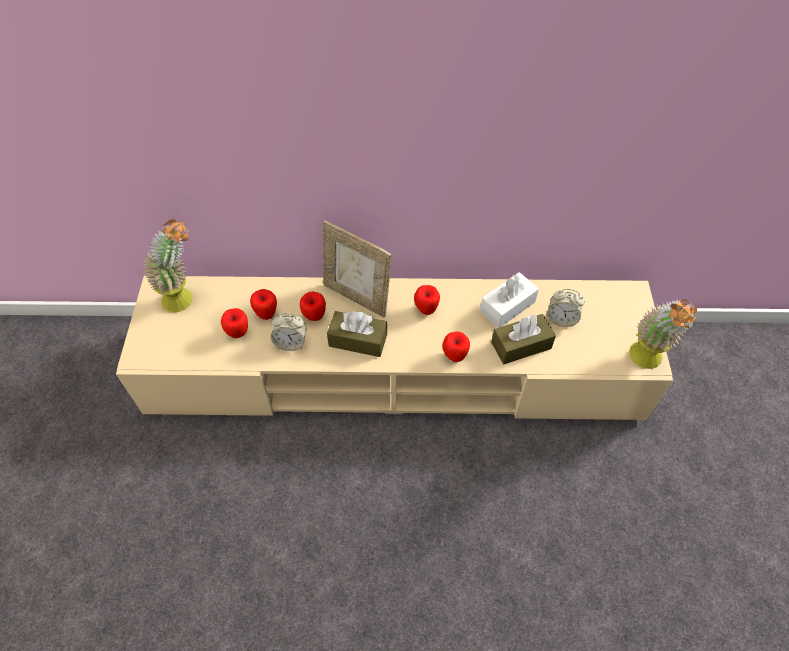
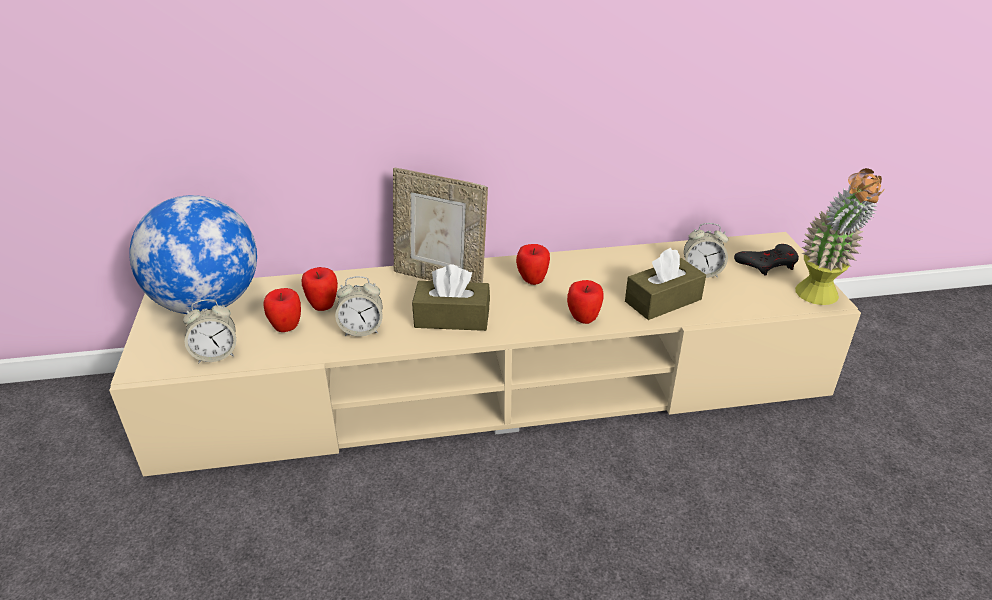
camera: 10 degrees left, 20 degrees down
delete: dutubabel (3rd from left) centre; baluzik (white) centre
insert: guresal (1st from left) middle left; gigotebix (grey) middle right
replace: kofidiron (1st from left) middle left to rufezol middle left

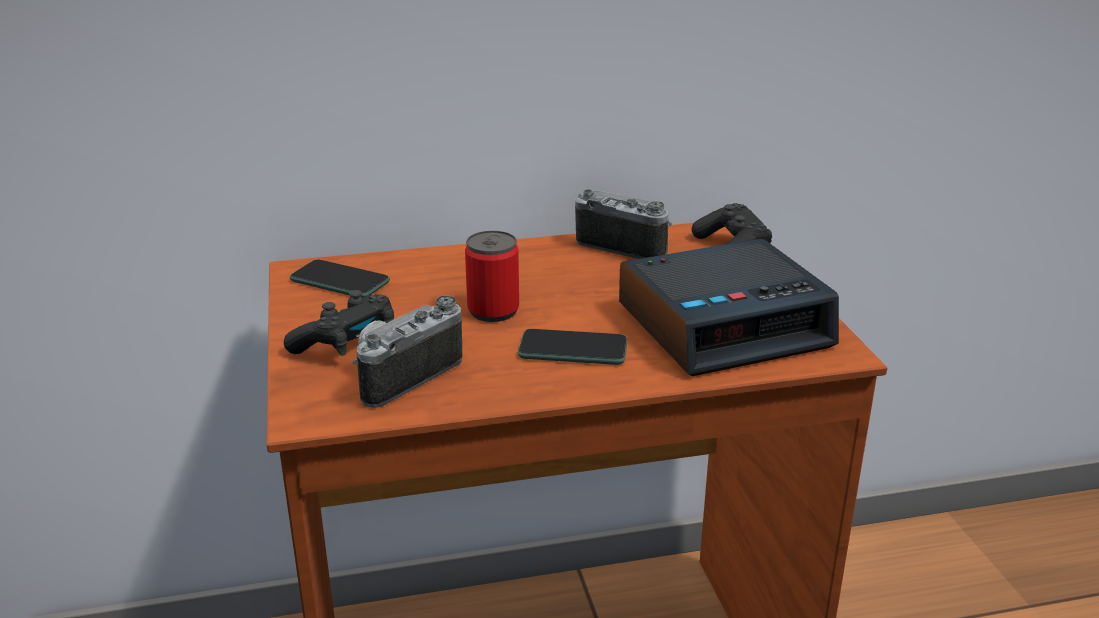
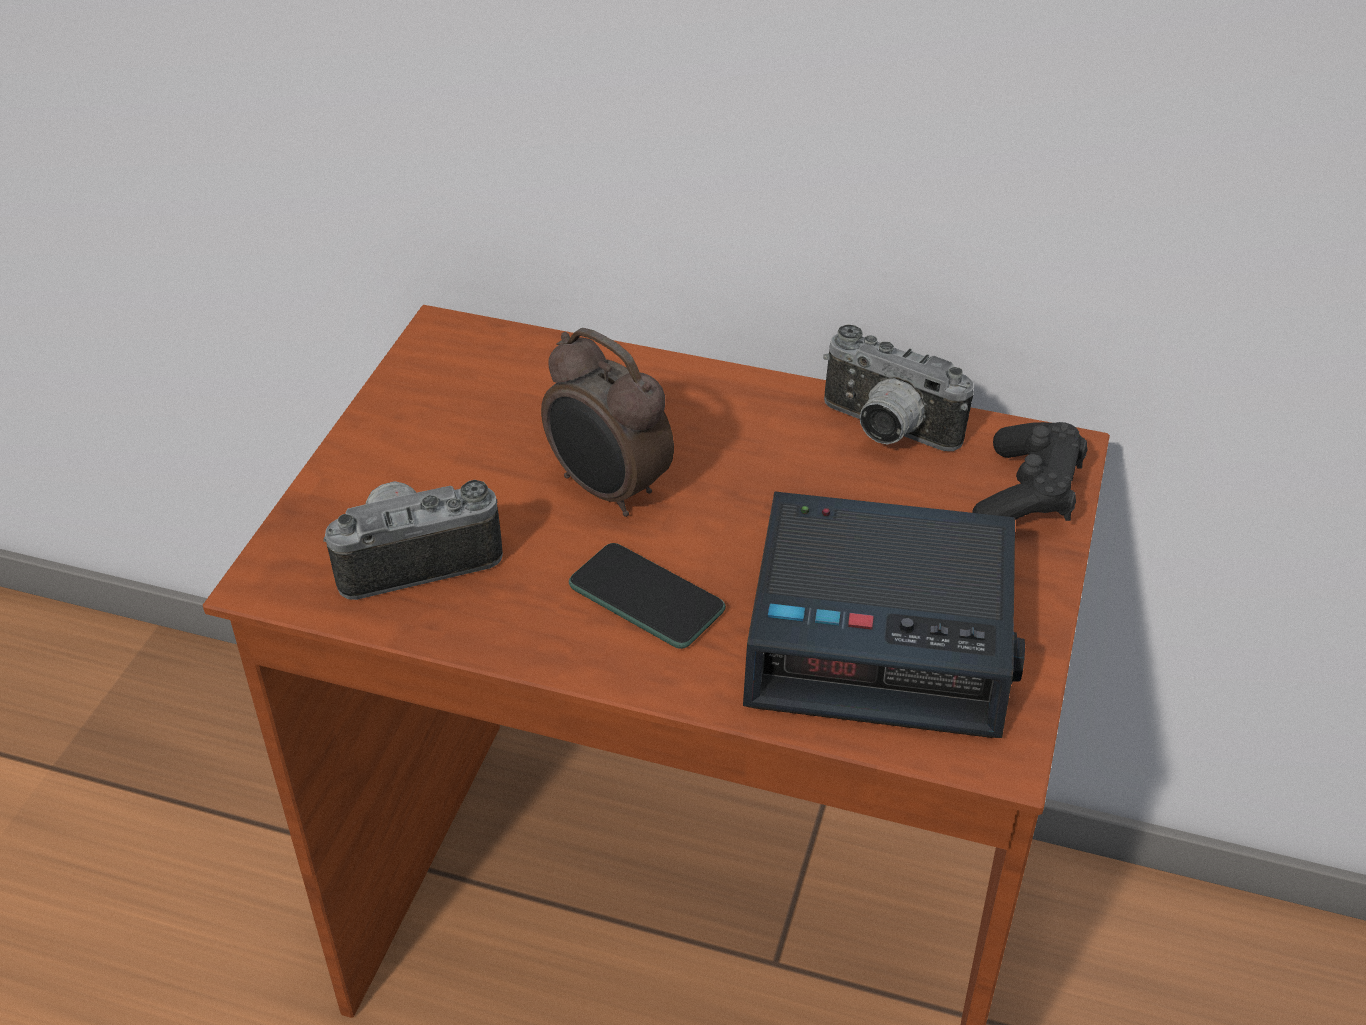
camera: 30 degrees right, 15 degrees up
delete: gigotebix (black) (1st from left) middle left; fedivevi (1st from left) middle left
replace: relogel centre to guresal (1st from left) centre
rotate: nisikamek (2nd from left) centre = centre 150 degrees clockwise

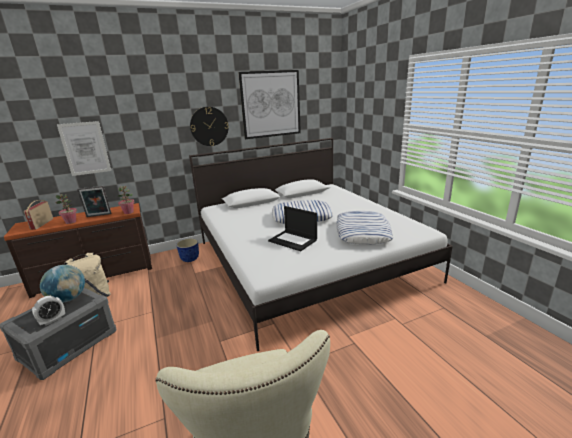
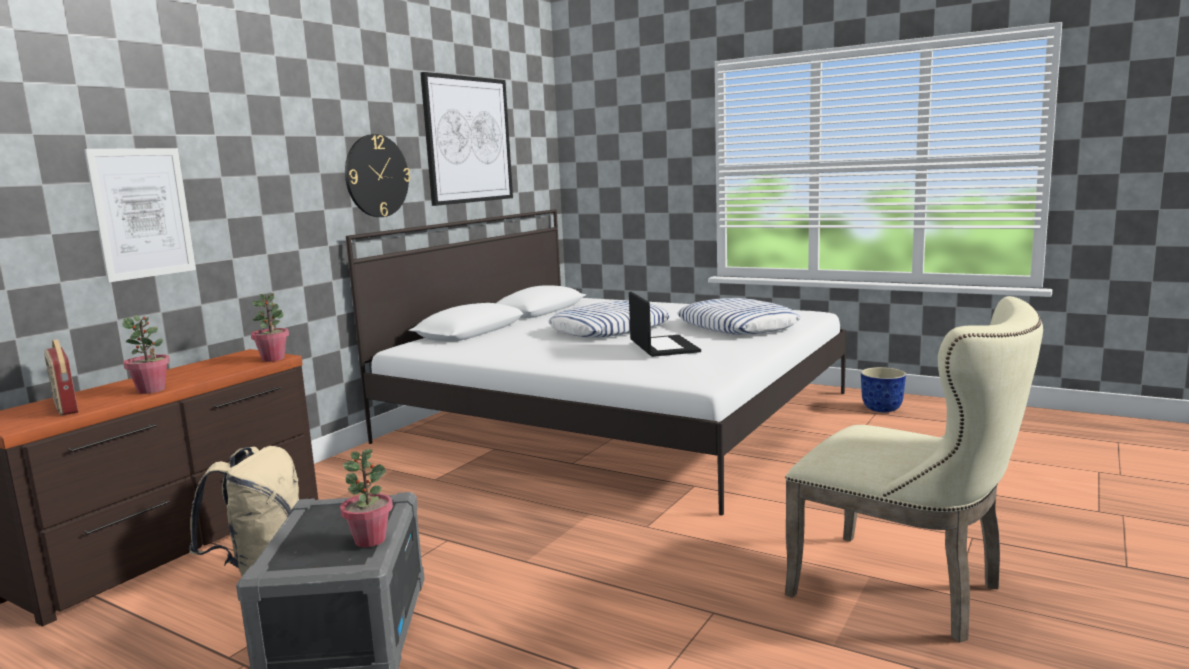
camera: 35 degrees left, 10 degrees down
delete: rufezol middle left; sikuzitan middle left
move: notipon middle left to middle right
replace: guresal bottom left to kofidiron (3rd from left) bottom left
rotate: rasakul centre = centre 105 degrees counterclockwise

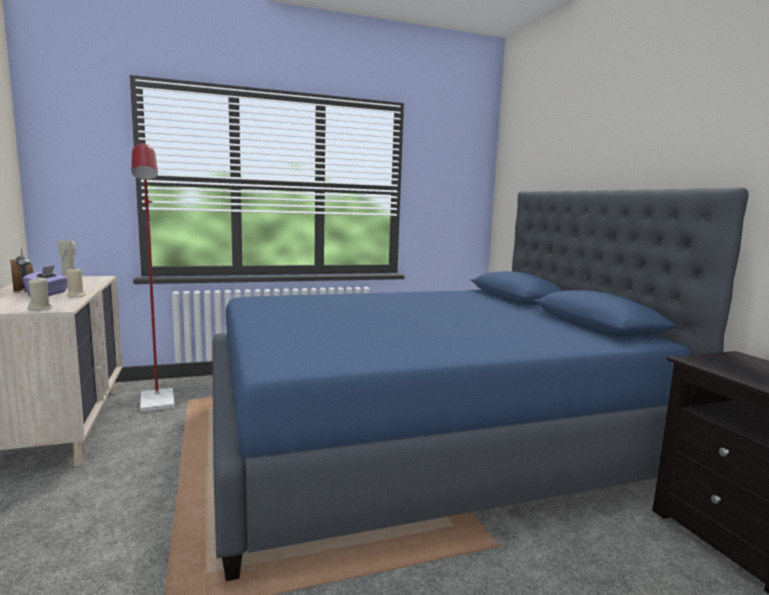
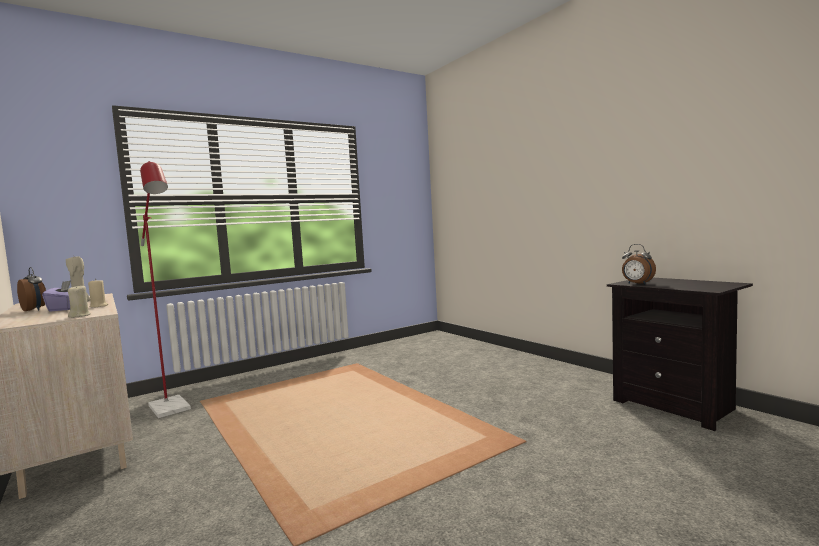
camera: 15 degrees left, 5 degrees down
delete: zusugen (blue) centre
insert: guresal (2nd from left) middle right

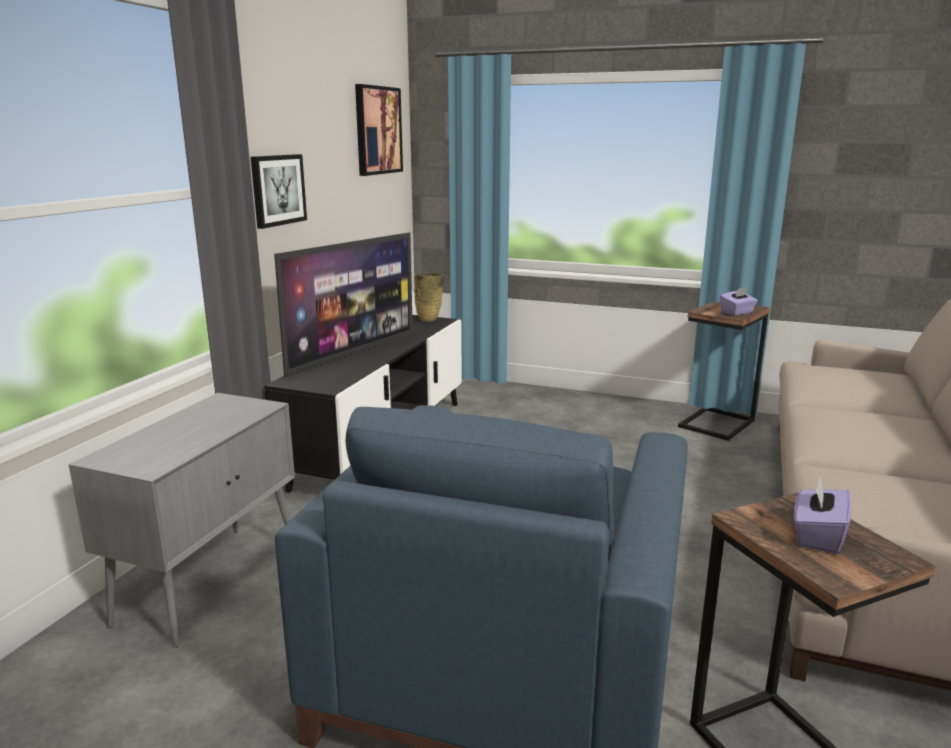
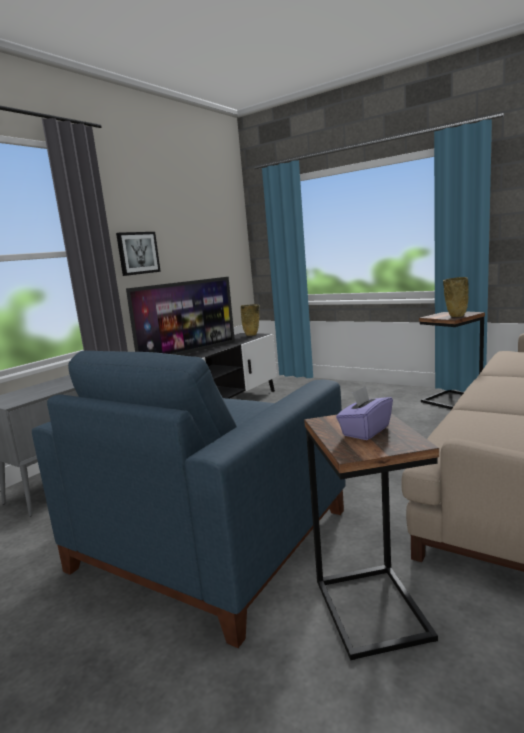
camera: 15 degrees right, 5 degrees down
delete: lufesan (2nd from left) top centre
replace: baluzik (purple) (1st from left) middle right to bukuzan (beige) (2nd from left) middle right

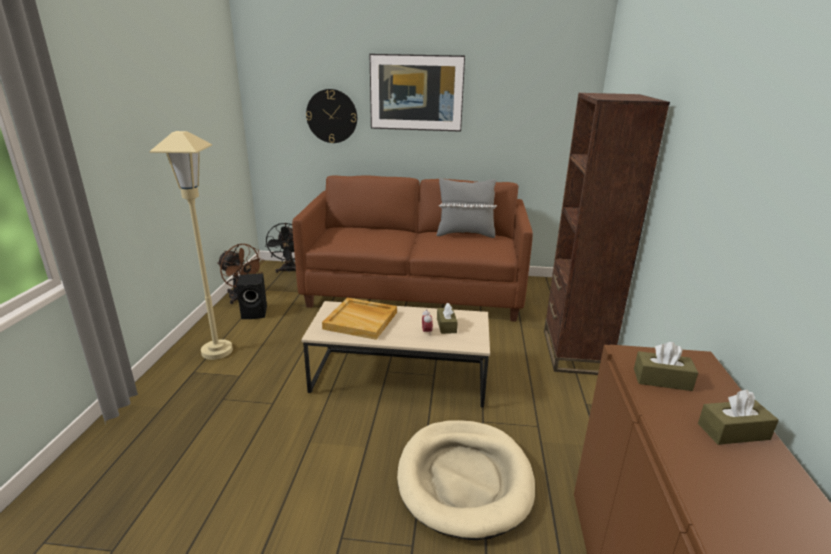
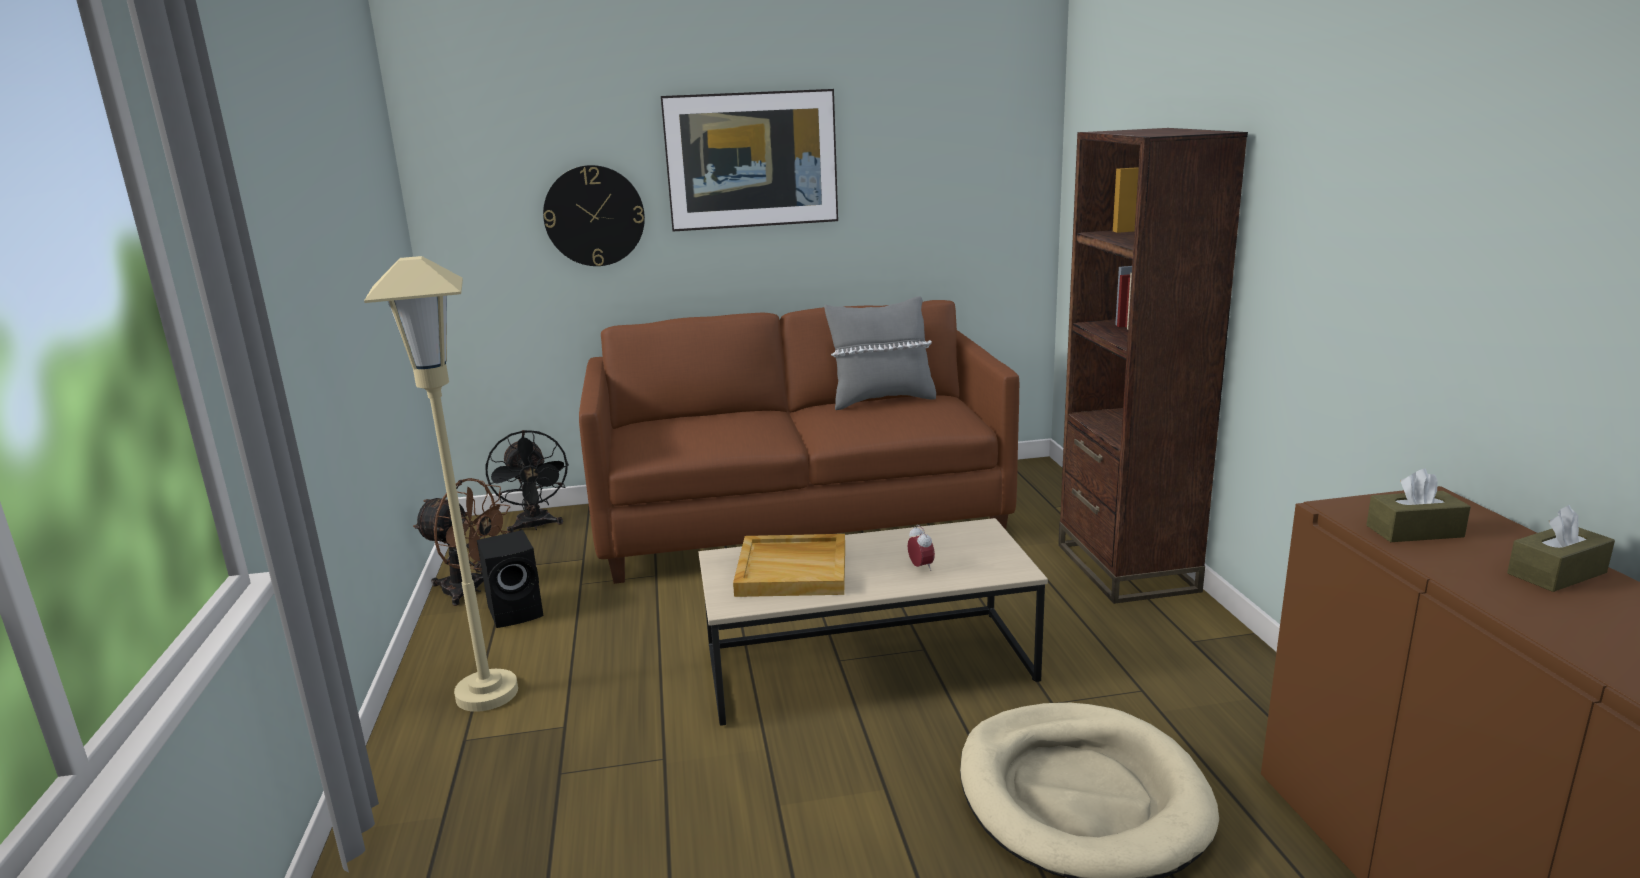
camera: 15 degrees left, 5 degrees down
delete: baluzik (brown) (1st from left) centre

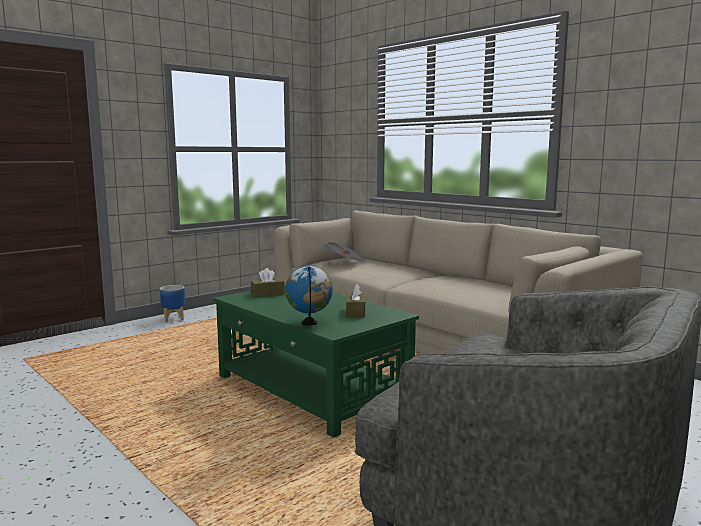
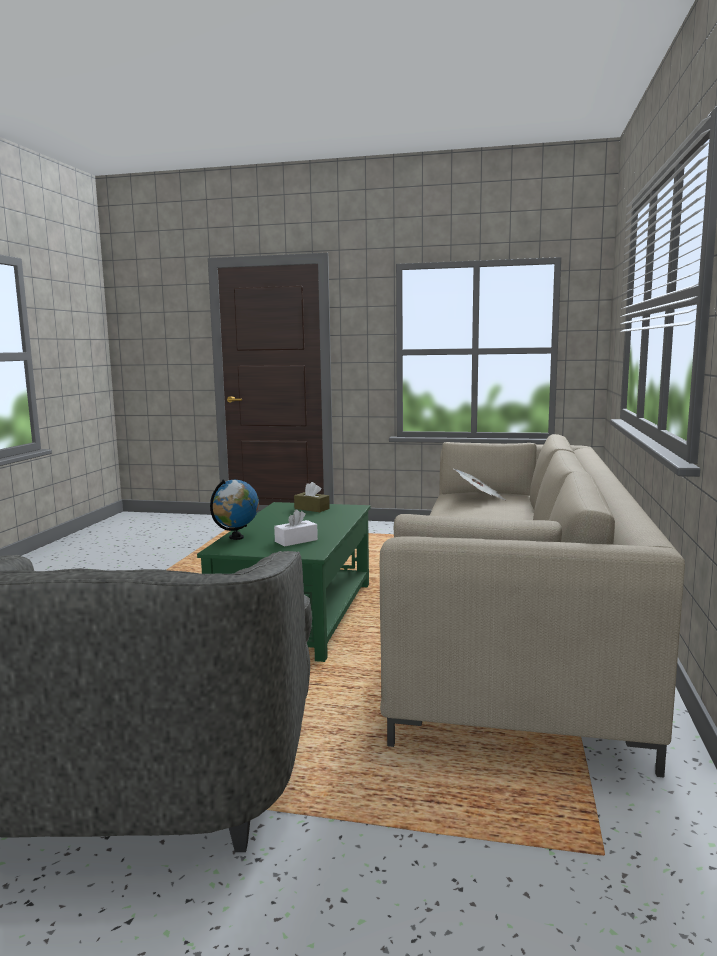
camera: 55 degrees right, 0 degrees up
delete: notipon middle left
recolor: baluzik (brown) (2nd from left) centre to baluzik (white) centre

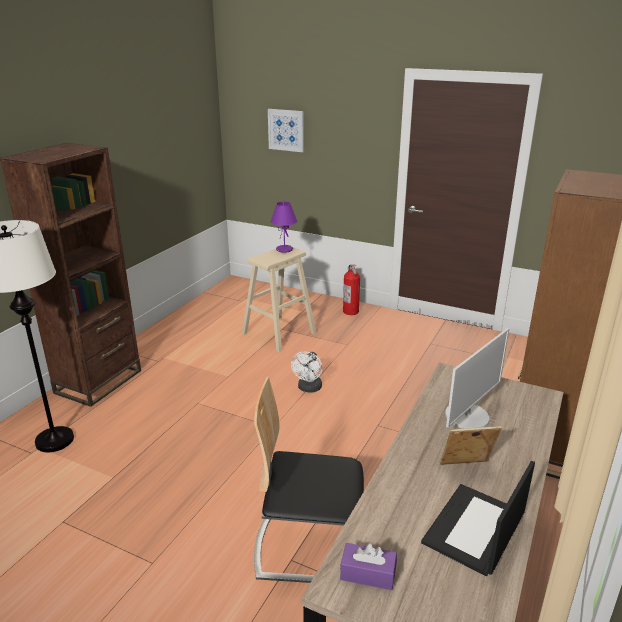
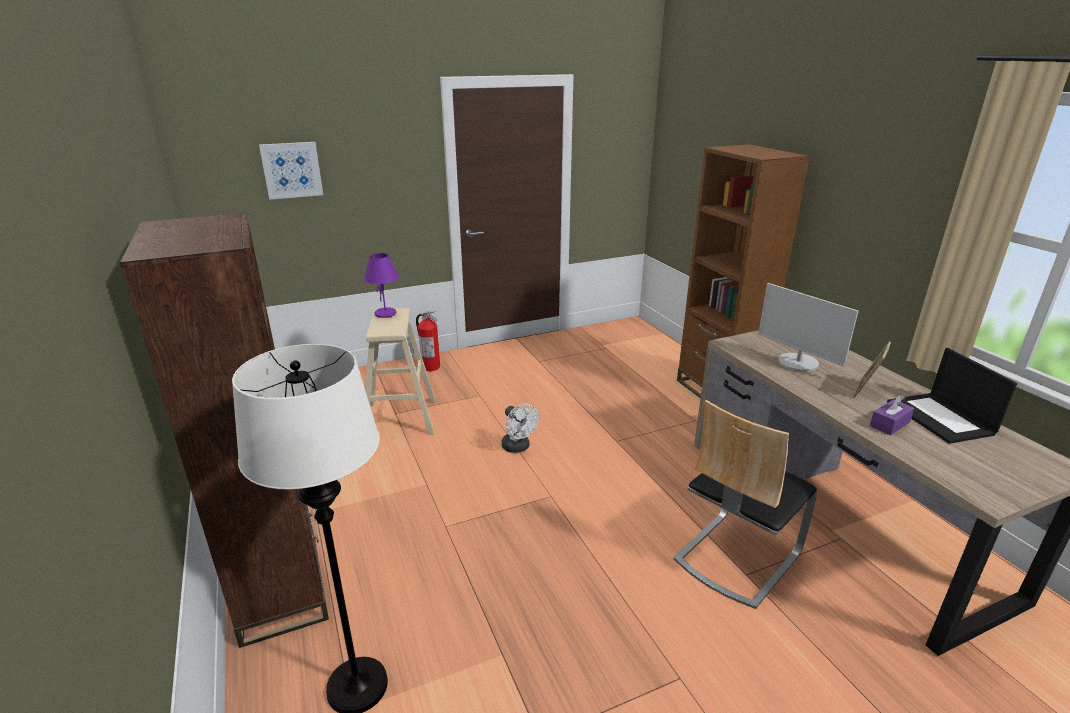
camera: 50 degrees left, 0 degrees up
move: baluzik (purple) bottom centre to middle right
rotate: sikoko middle right = middle right 150 degrees clockwise

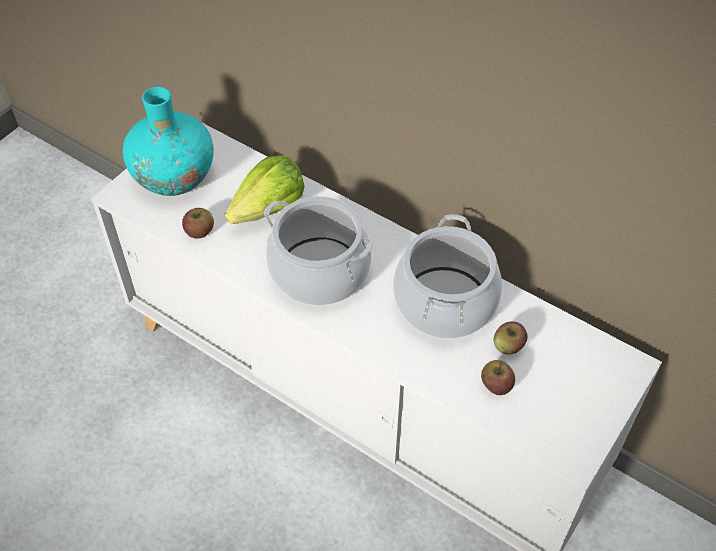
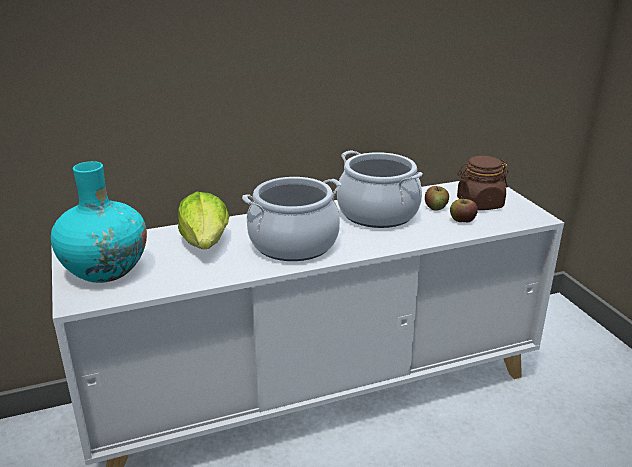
camera: 55 degrees left, 25 degrees down
delete: dutubabel (1st from left) middle left
insert: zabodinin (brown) middle right

